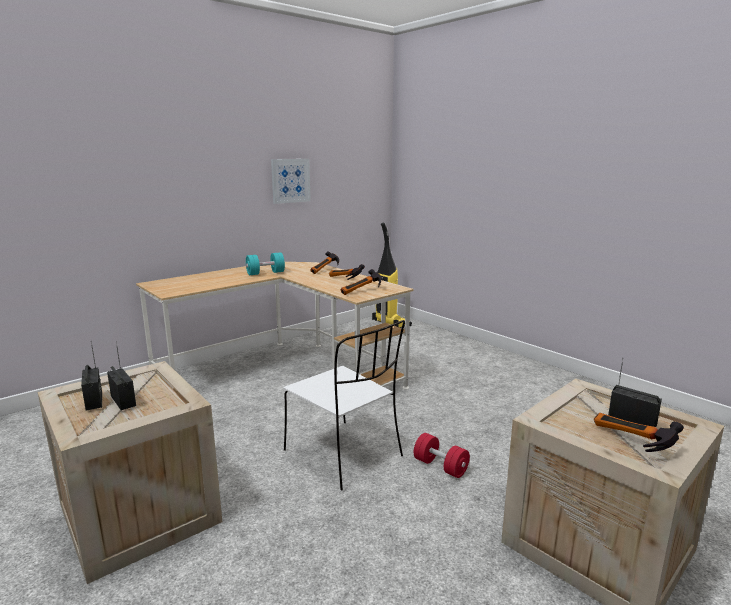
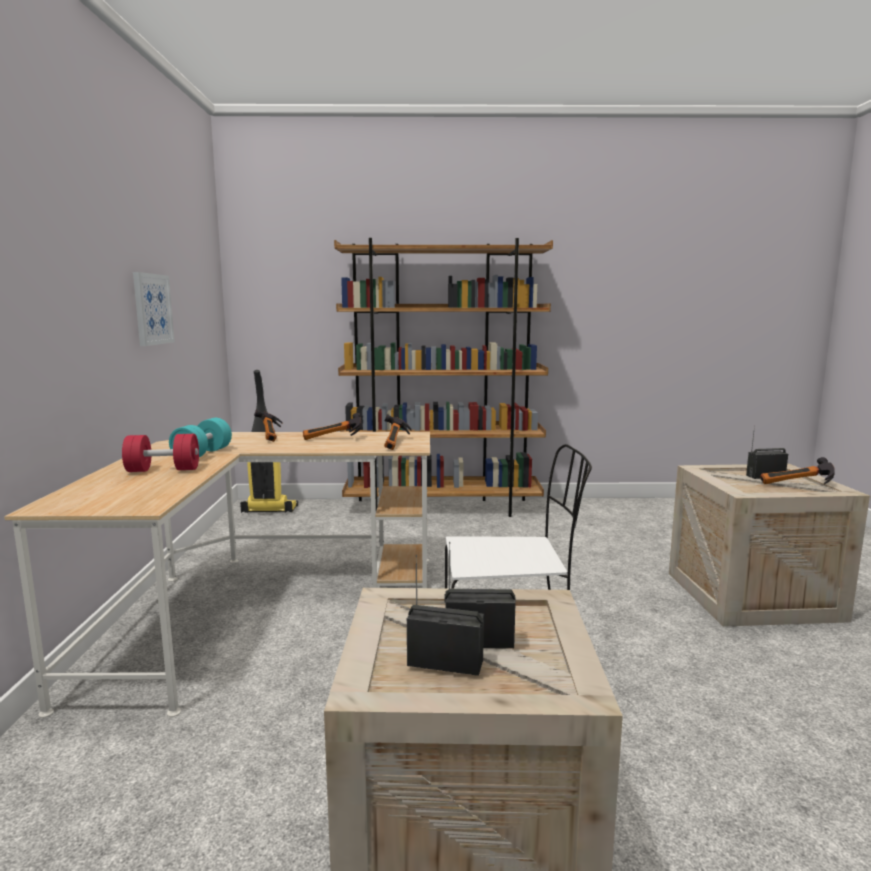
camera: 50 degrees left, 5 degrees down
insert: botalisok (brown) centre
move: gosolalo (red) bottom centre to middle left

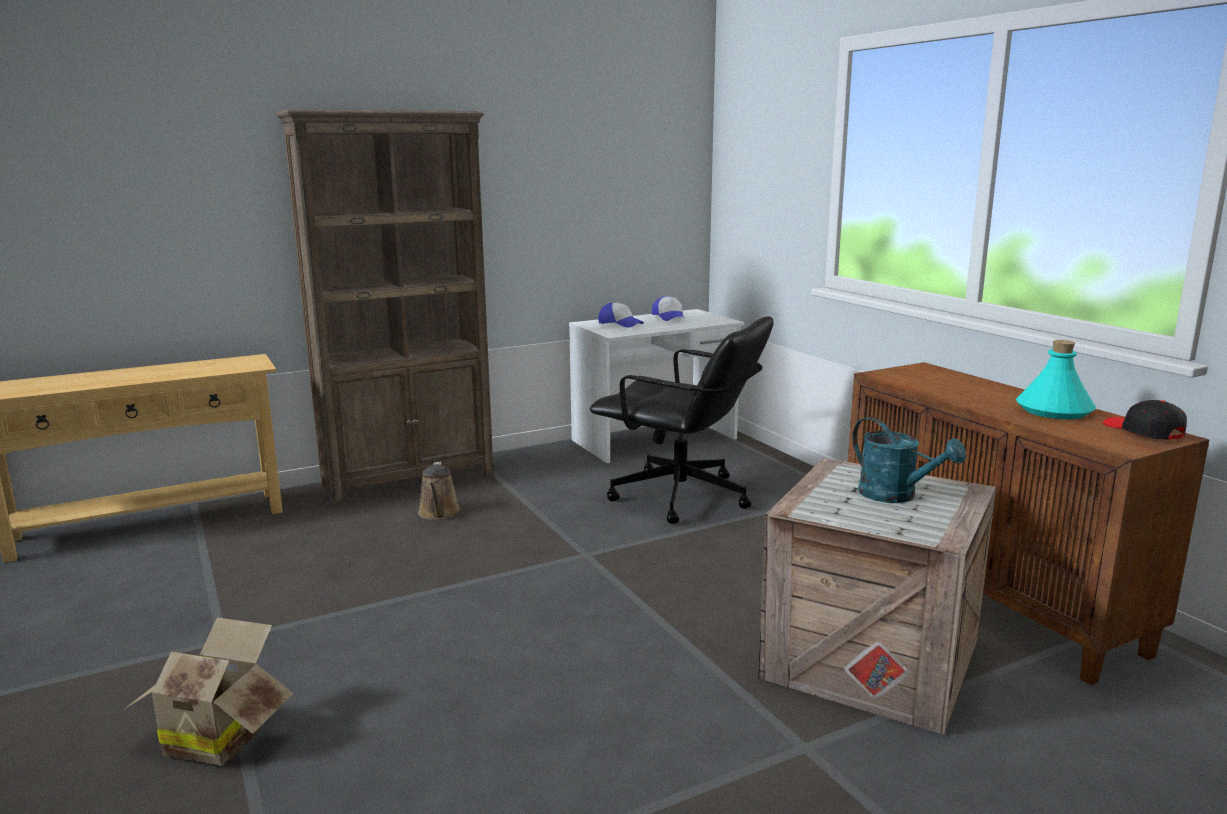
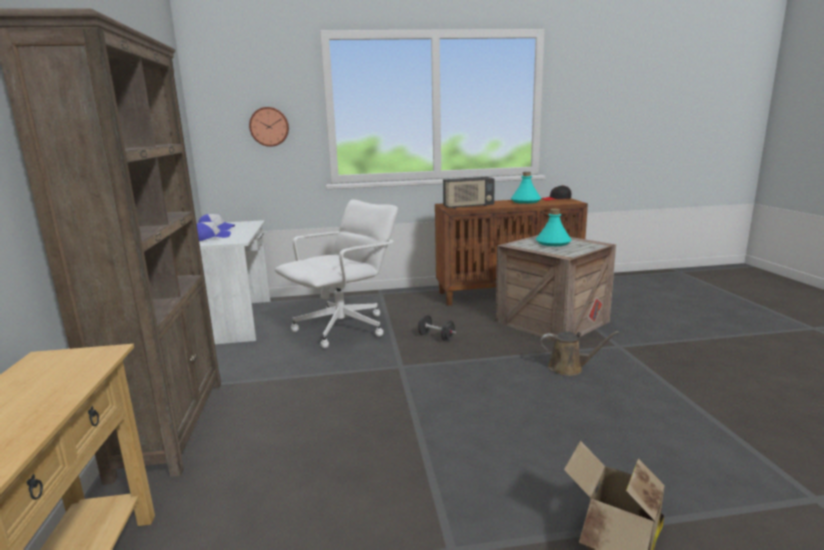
camera: 70 degrees left, 0 degrees up
insert: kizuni top left; gosolalo (black) centre; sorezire centre
move: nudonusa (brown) centre to middle right
replace: nudonusa (turquoise) middle right to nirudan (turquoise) (2nd from left) middle right
recolor: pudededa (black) centre to pudededa (white) centre

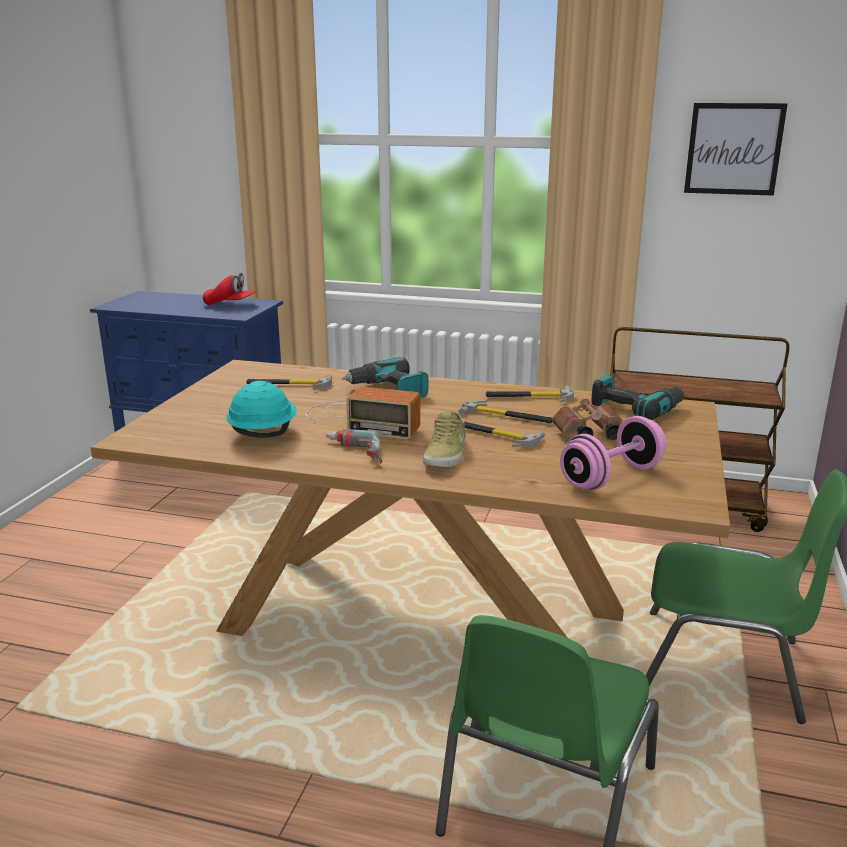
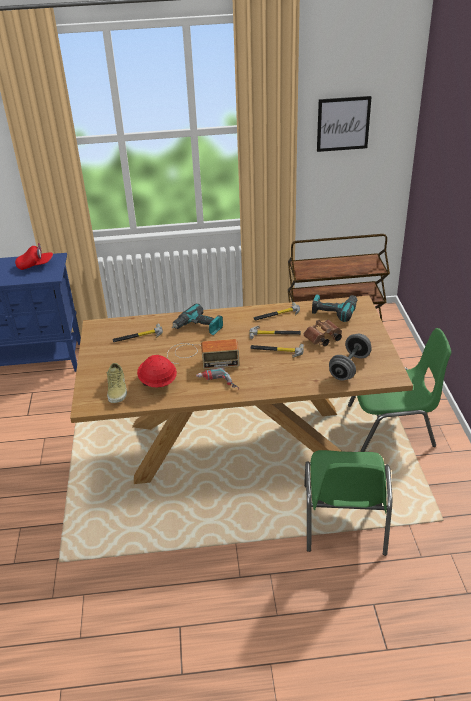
camera: 20 degrees left, 15 degrees up
move: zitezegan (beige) centre to middle left
recolor: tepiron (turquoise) middle left to tepiron (red) centre; gosolalo (pink) middle right to gosolalo (grey) middle right

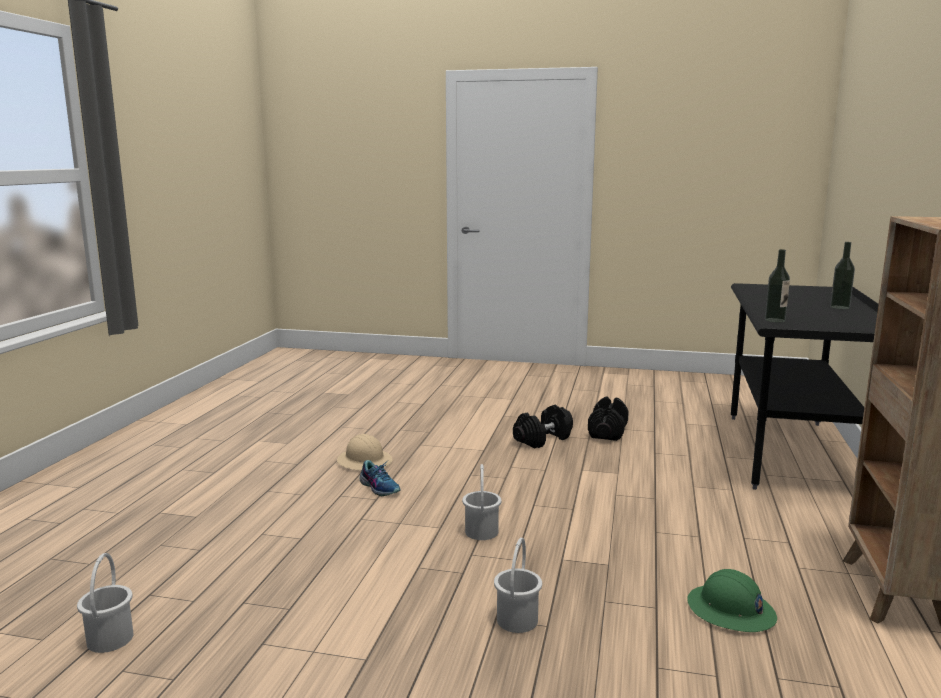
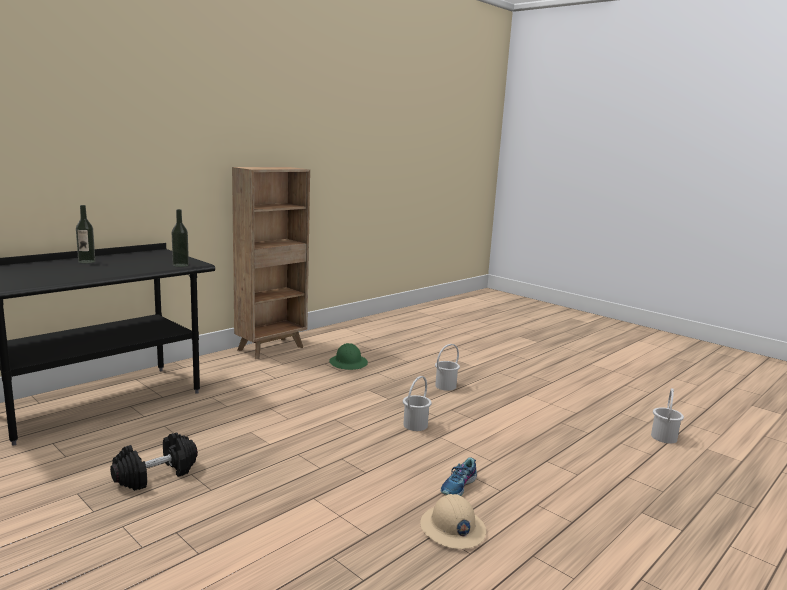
camera: 150 degrees left, 0 degrees up
delete: gosolalo (black) (1st from left) centre
rotate: zitezegan bottom centre = bottom centre 135 degrees counterclockwise

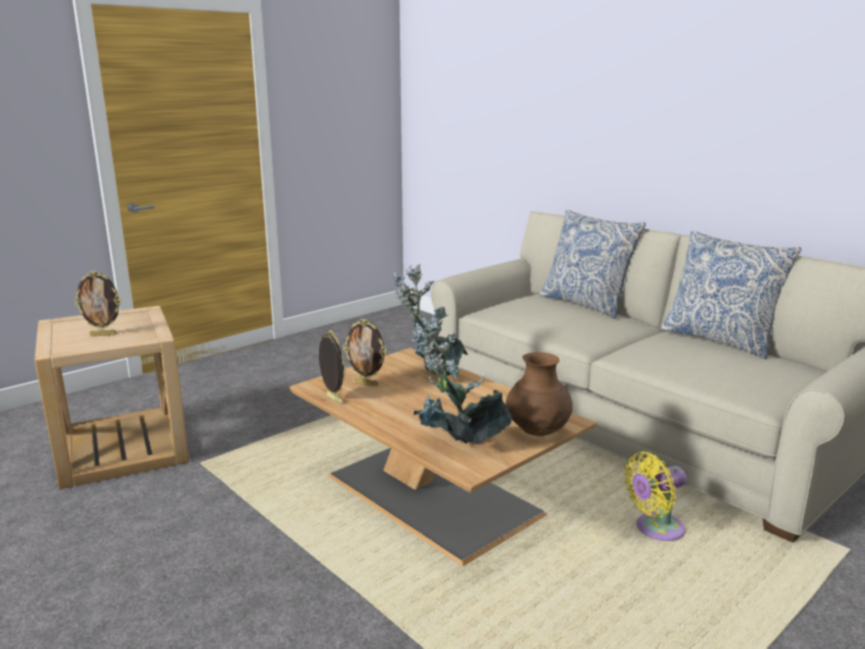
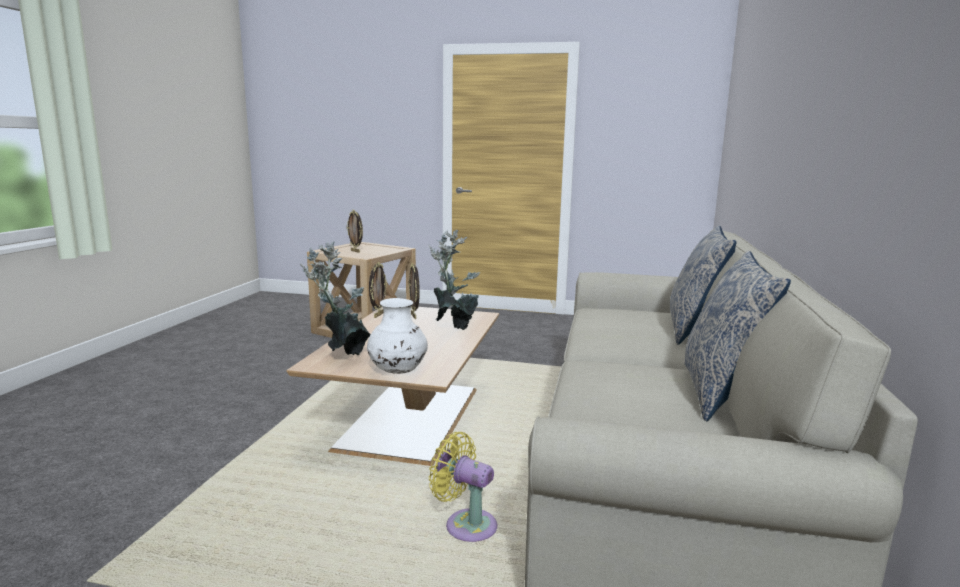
camera: 55 degrees right, 5 degrees down
recolor: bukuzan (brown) centre to bukuzan (white) centre

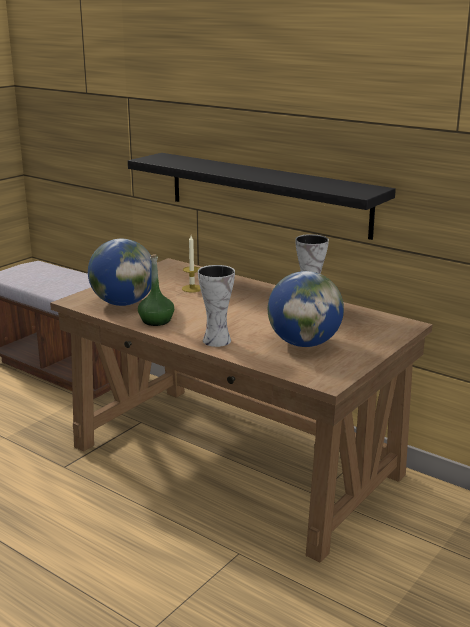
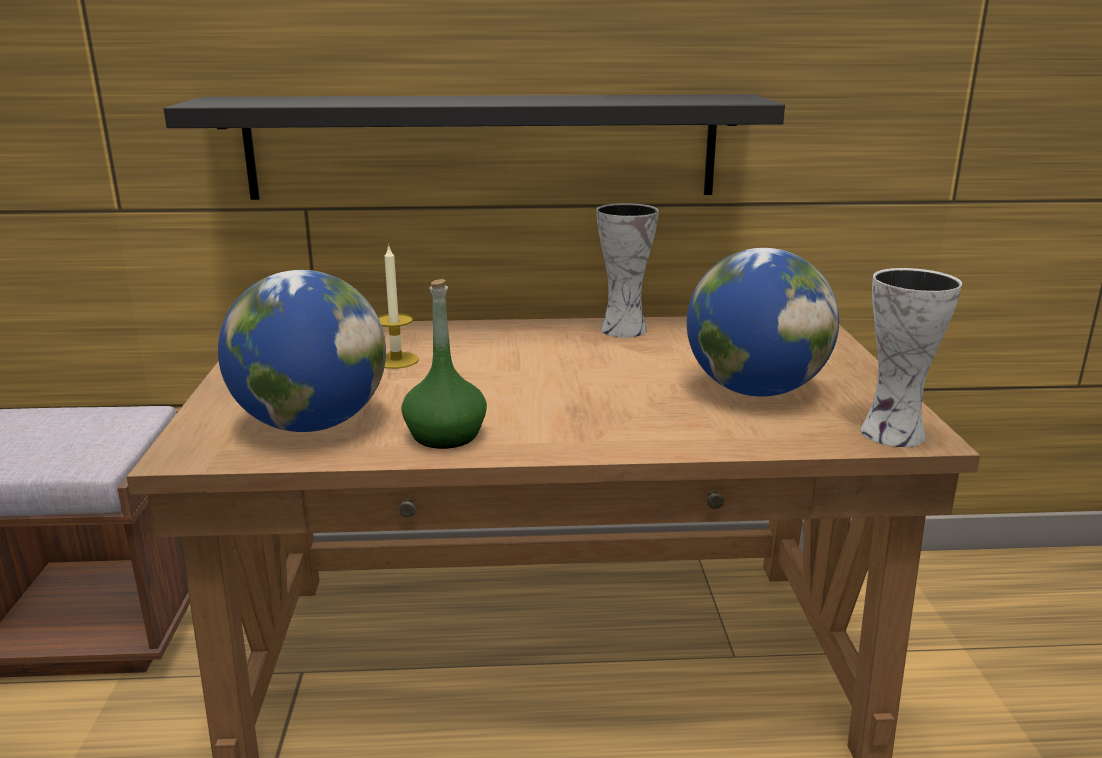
camera: 40 degrees left, 0 degrees up
move: bukuzan (1st from left in the first image) centre to bukuzan (2nd from left) middle right

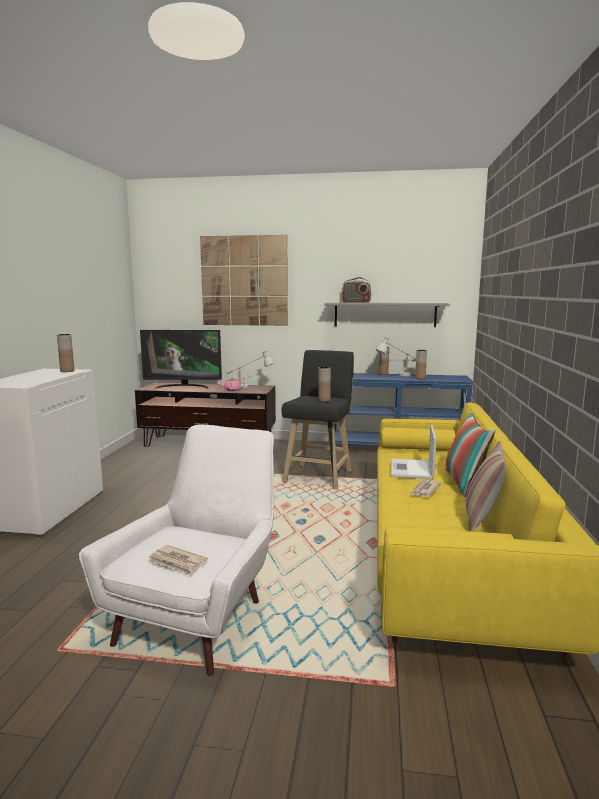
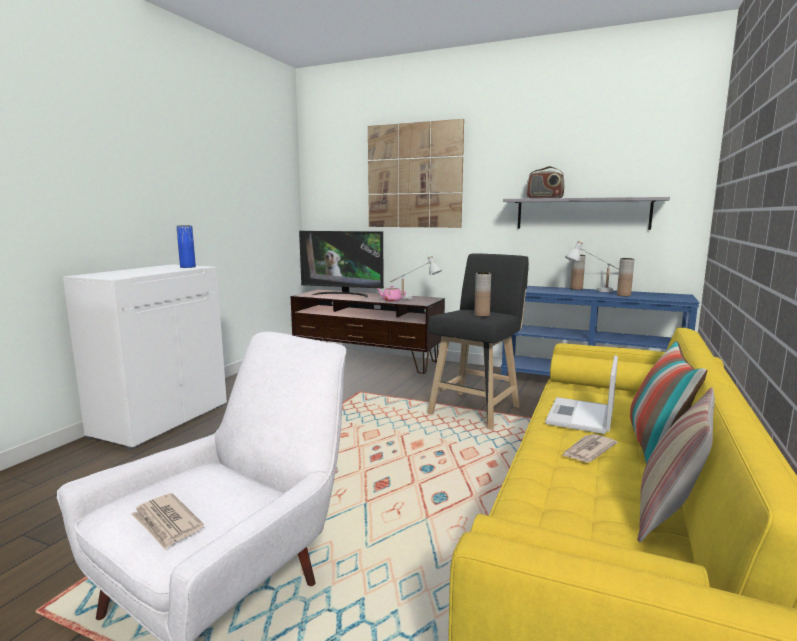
camera: 15 degrees right, 0 degrees up
recolor: bukuzan (brown) (1st from left) middle left to bukuzan (blue) middle left

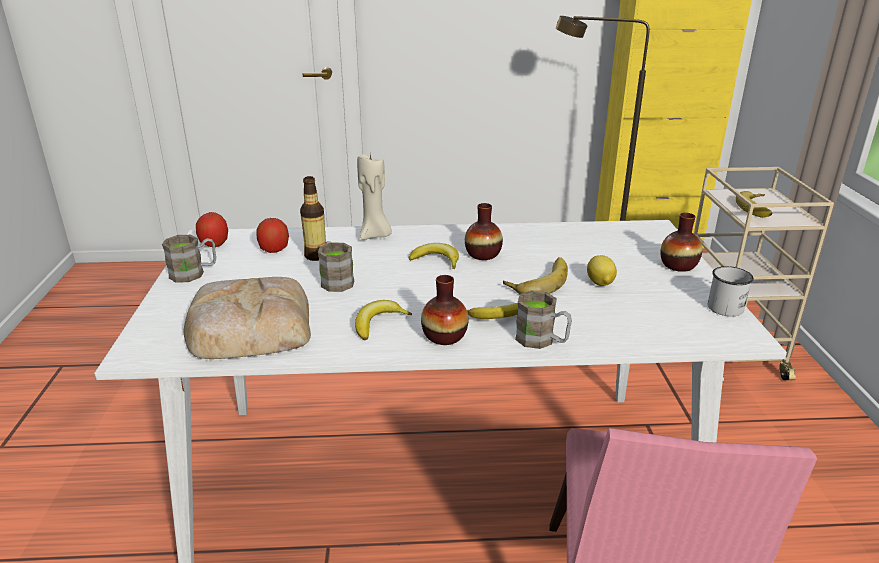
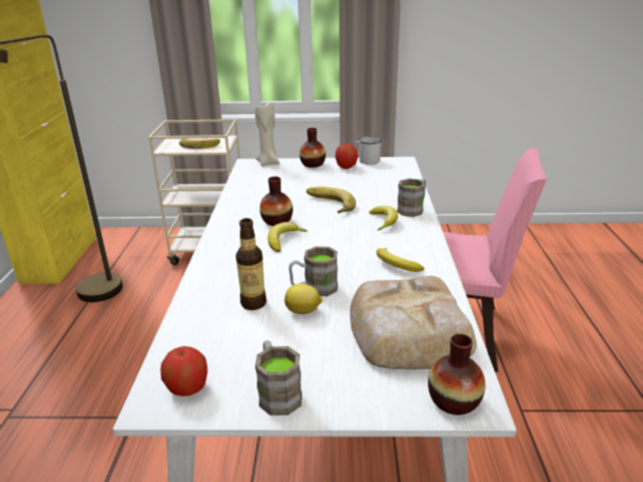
camera: 85 degrees left, 0 degrees up
move: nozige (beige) centre to top centre; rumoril middle right to centre; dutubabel (2nd from left) middle left to top centre; bukuzan (1st from left in the first image) centre to bukuzan (3rd from left) bottom right

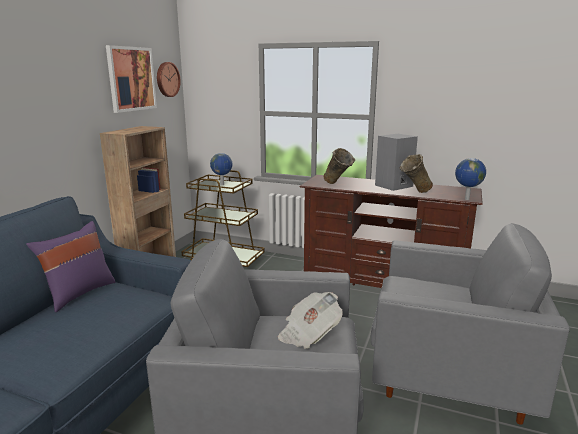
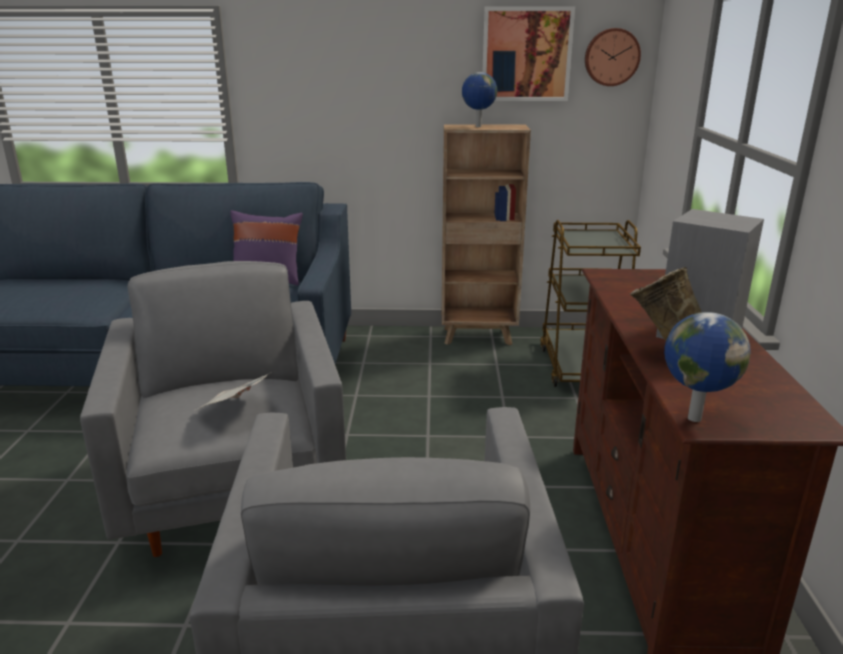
camera: 70 degrees right, 5 degrees up
delete: bukuzan (beige) (1st from left) centre
move: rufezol (1st from left) centre to top centre

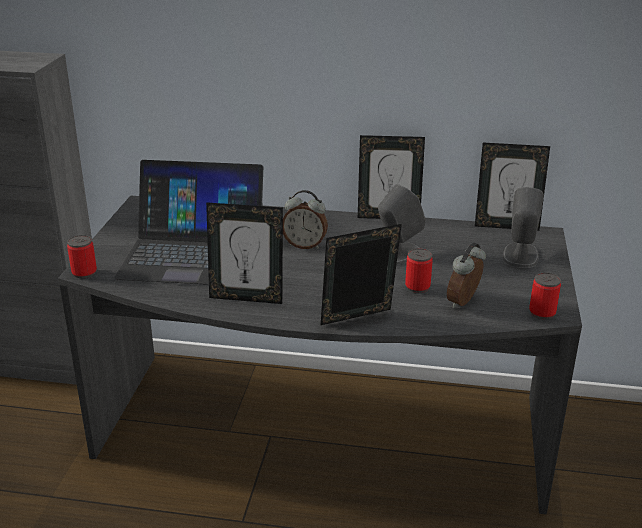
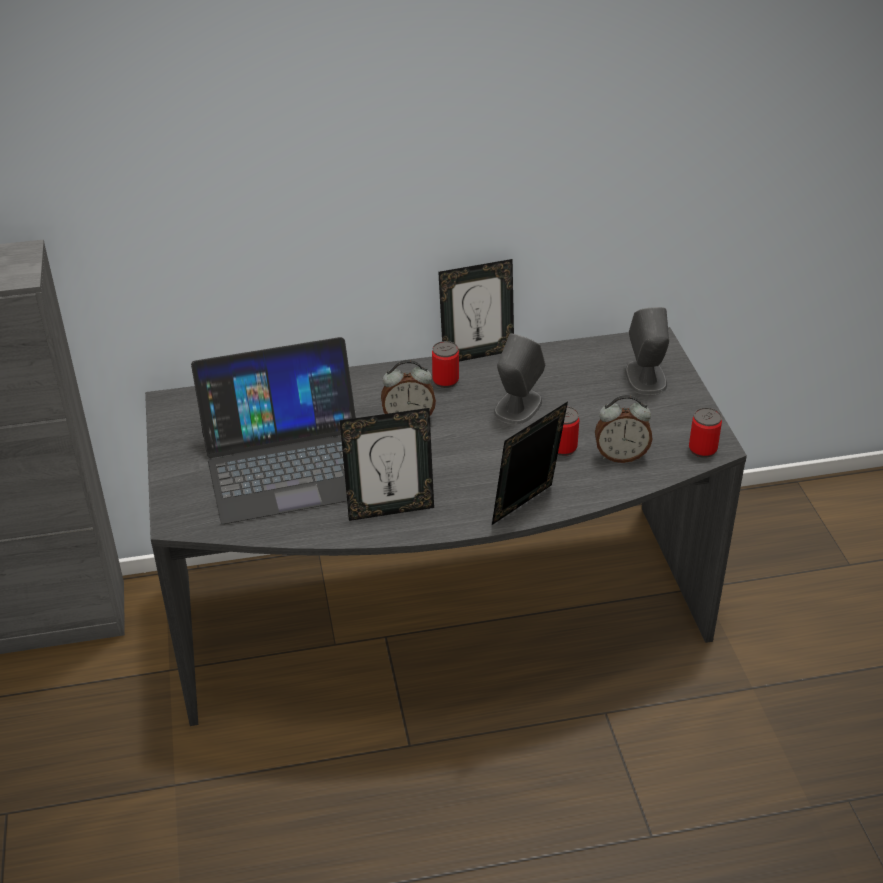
camera: 20 degrees left, 10 degrees up
delete: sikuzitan (4th from left) middle right
move: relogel (1st from left) middle left to centre
rotate: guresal (2nd from left) middle right = middle right 105 degrees counterclockwise

